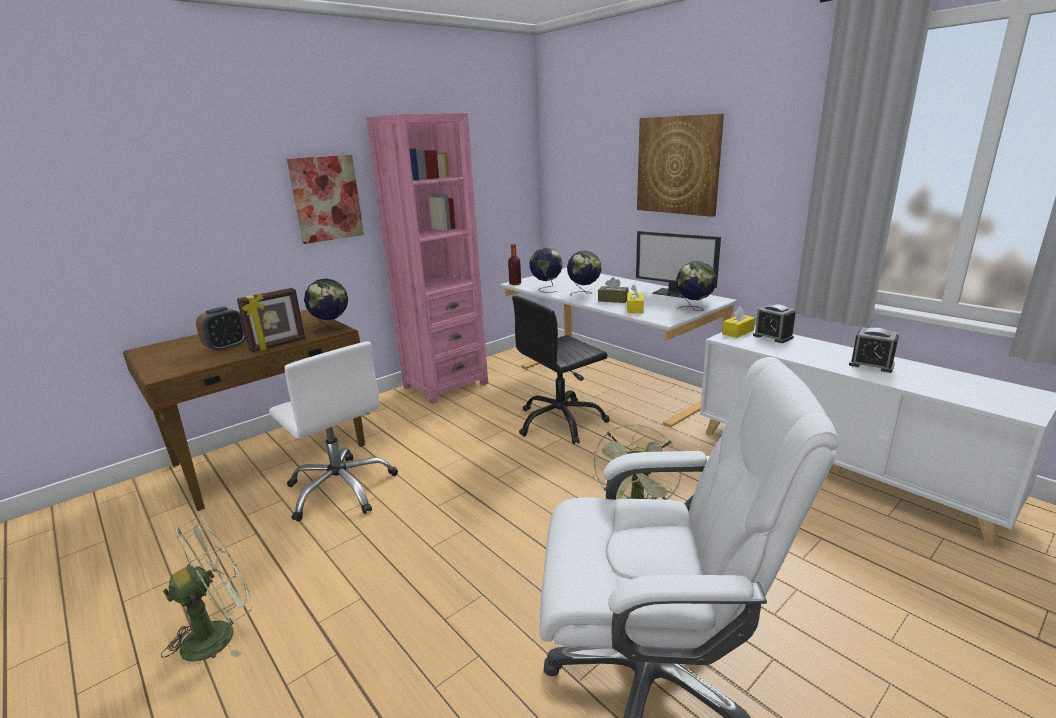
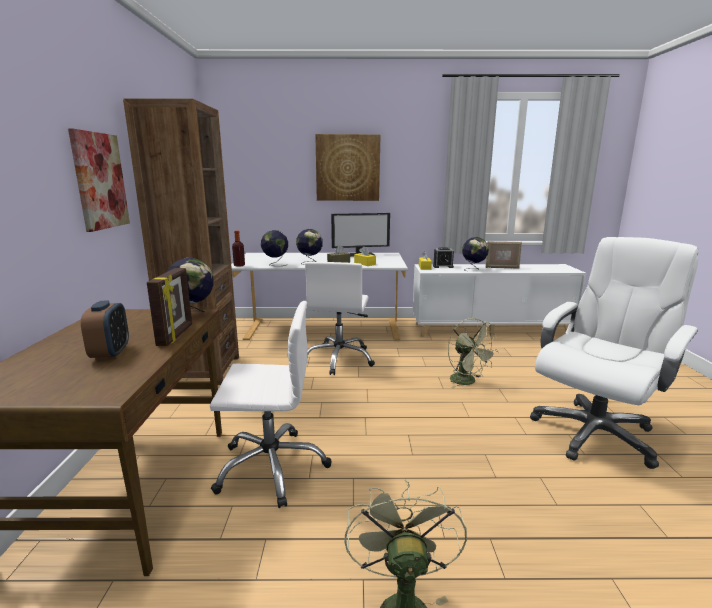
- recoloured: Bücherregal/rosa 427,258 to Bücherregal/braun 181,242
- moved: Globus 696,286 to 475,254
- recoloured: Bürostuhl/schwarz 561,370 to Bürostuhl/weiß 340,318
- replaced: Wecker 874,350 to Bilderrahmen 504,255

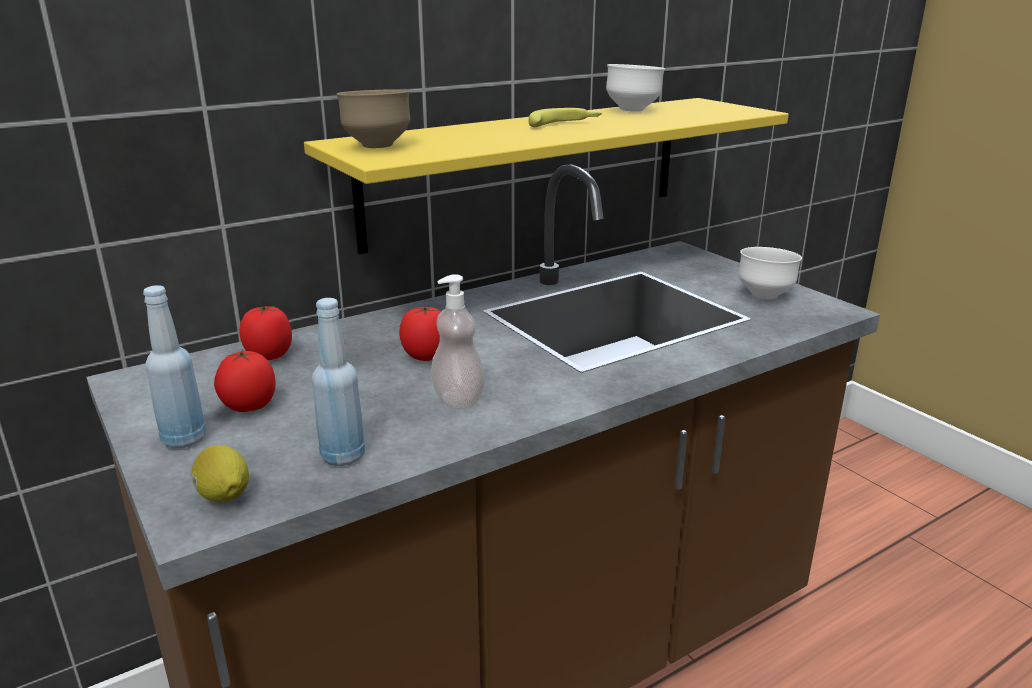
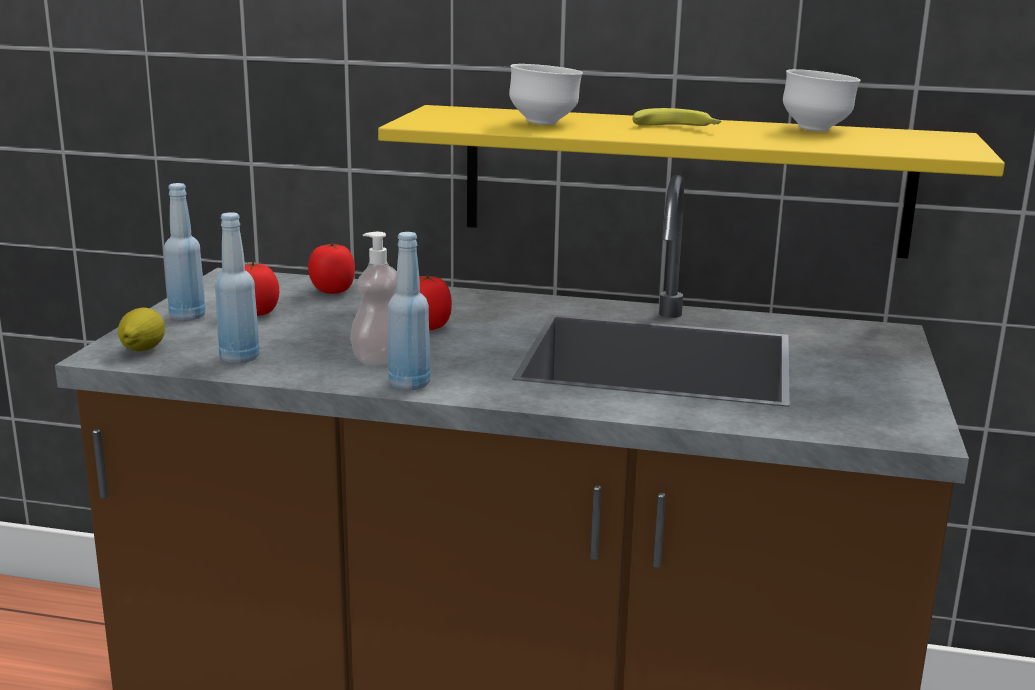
- removed: Schüssel/braun 373,119
- moved: Schüssel/weiß 770,273 to 546,94
- added: Flasche/blau 409,311

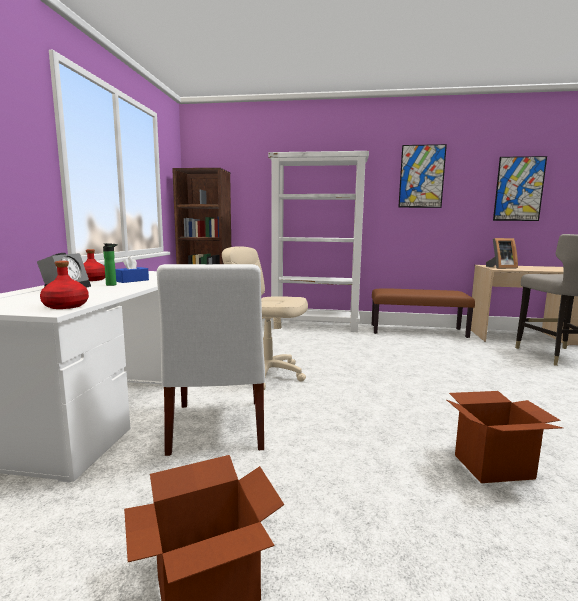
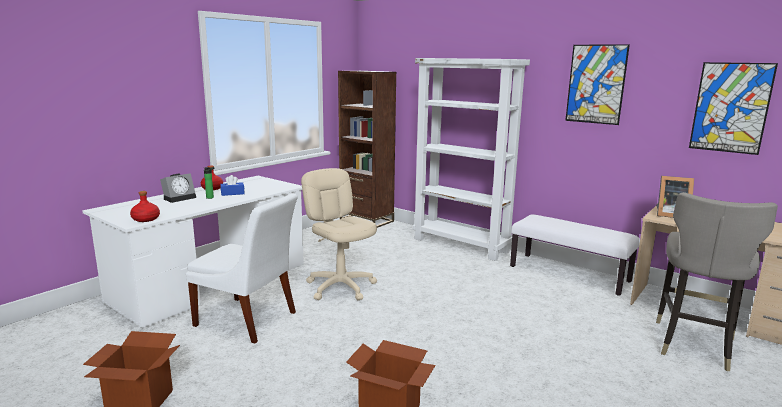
- turned: Stuhl/weiß 211,360 = 241,268 90 degrees counterclockwise
- recoloured: Bank/braun 423,313 to Bank/weiß 575,255

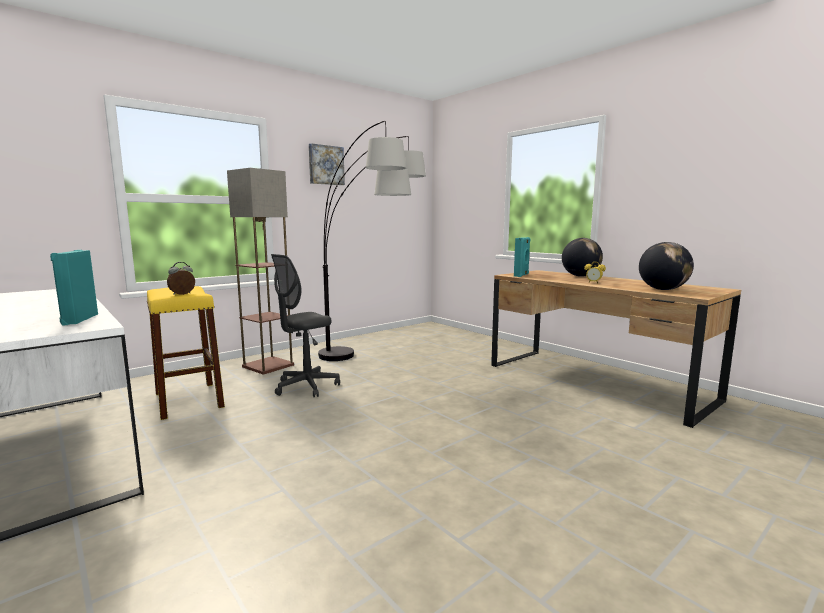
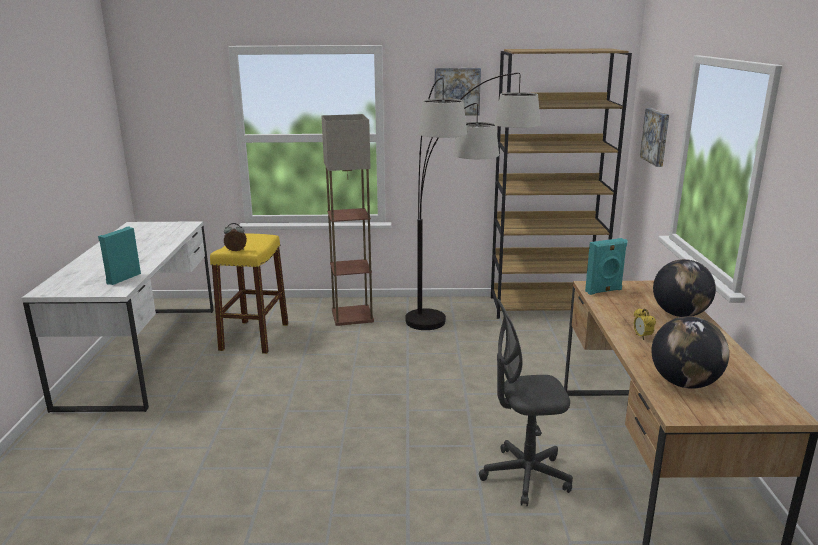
- moved: Bürostuhl/grau 305,325 to 526,402
- added: Bücherregal/braun 561,183
- added: Bild 654,137

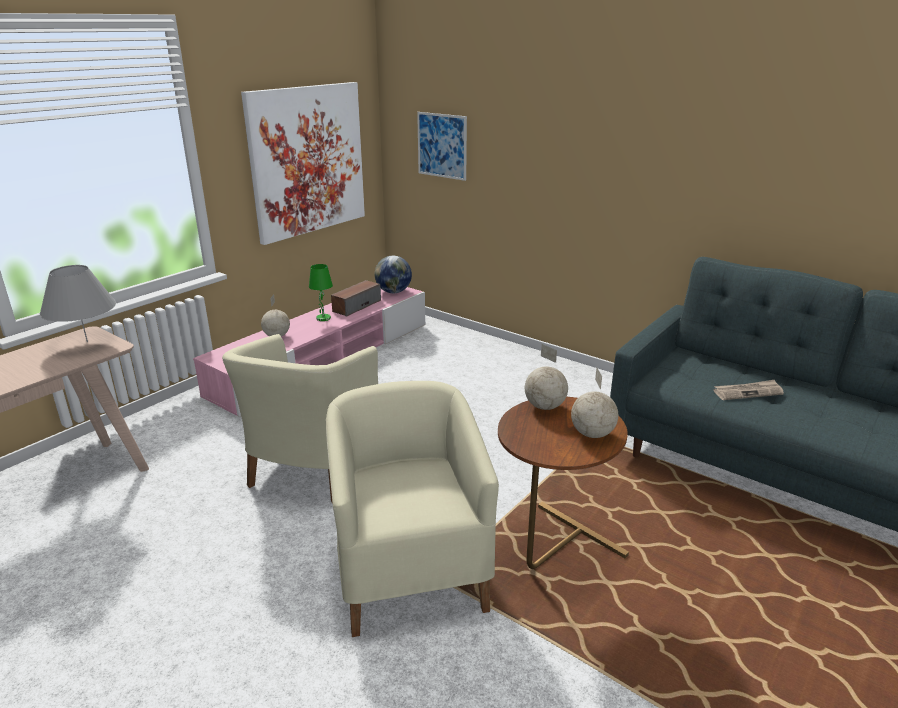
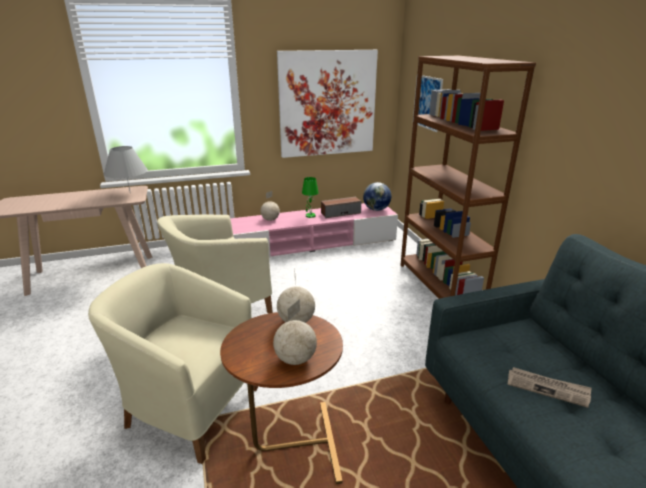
- turned: Sessel/beige 412,509 = 173,363 90 degrees counterclockwise
- added: Bücherregal/braun 468,177

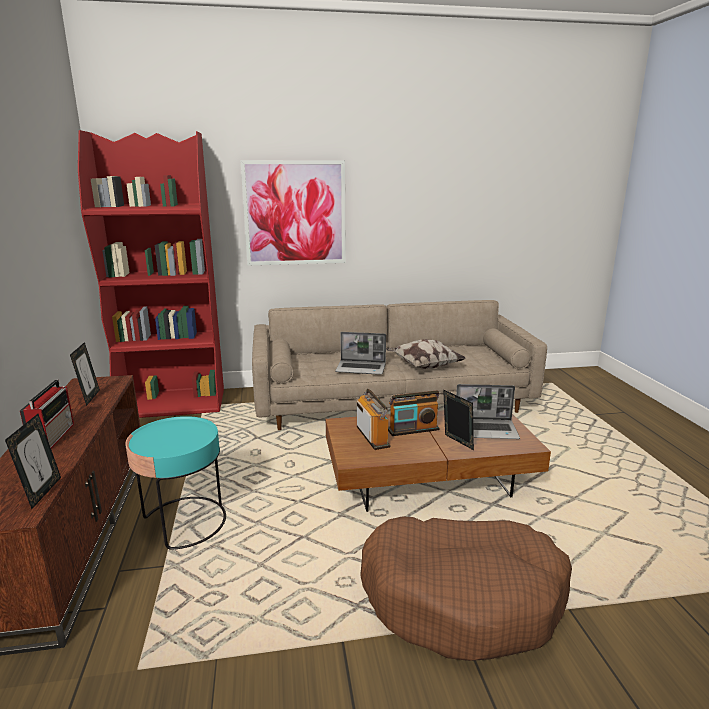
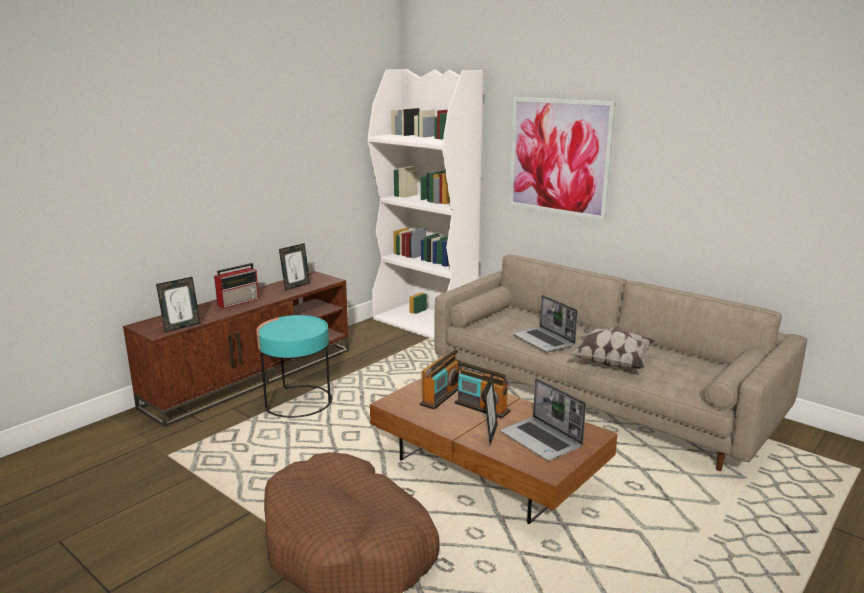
- recoloured: Bücherregal/rot 151,274 to Bücherregal/weiß 426,204

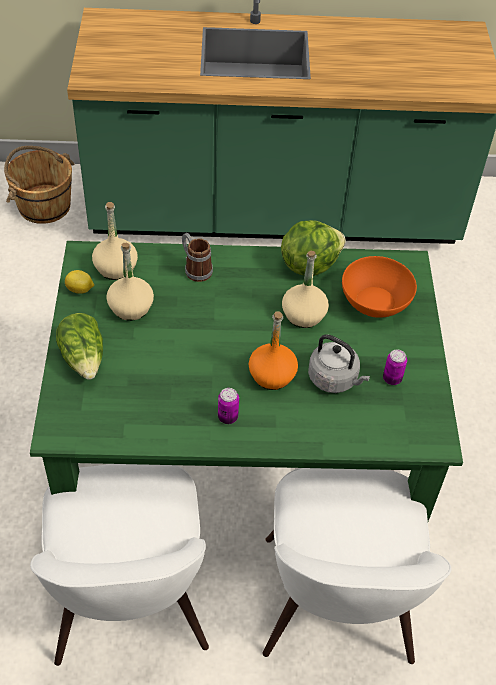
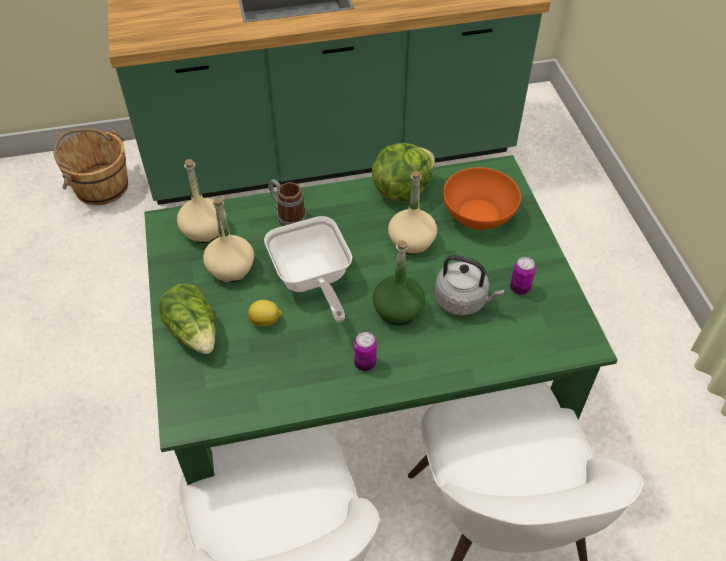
- moved: Zitrone 79,282 to 265,313
- recoloured: Flasche/orange 273,350 to Flasche/grün 399,282
- added: Pfanne 308,269

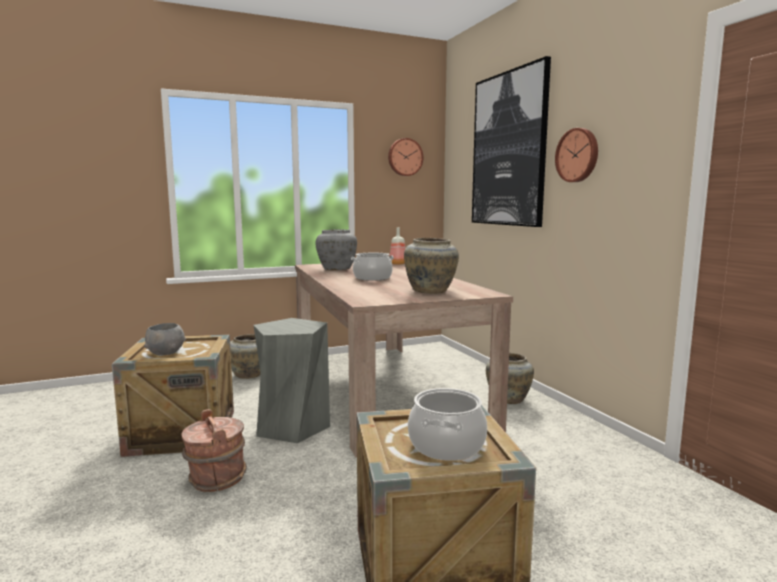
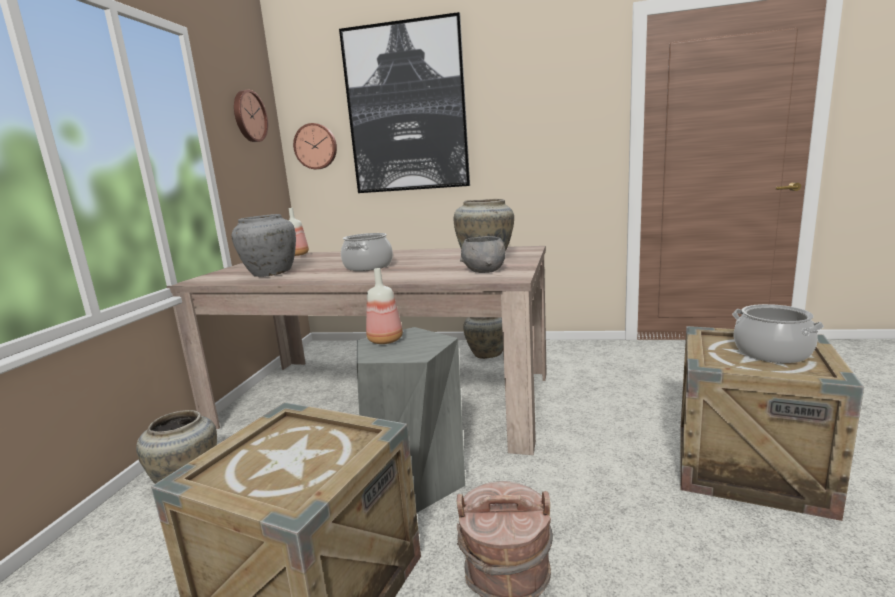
- moved: Wanduhr 576,155 to 315,146
- moved: Schüssel/grau 165,339 to 483,254
- added: Flasche 384,306

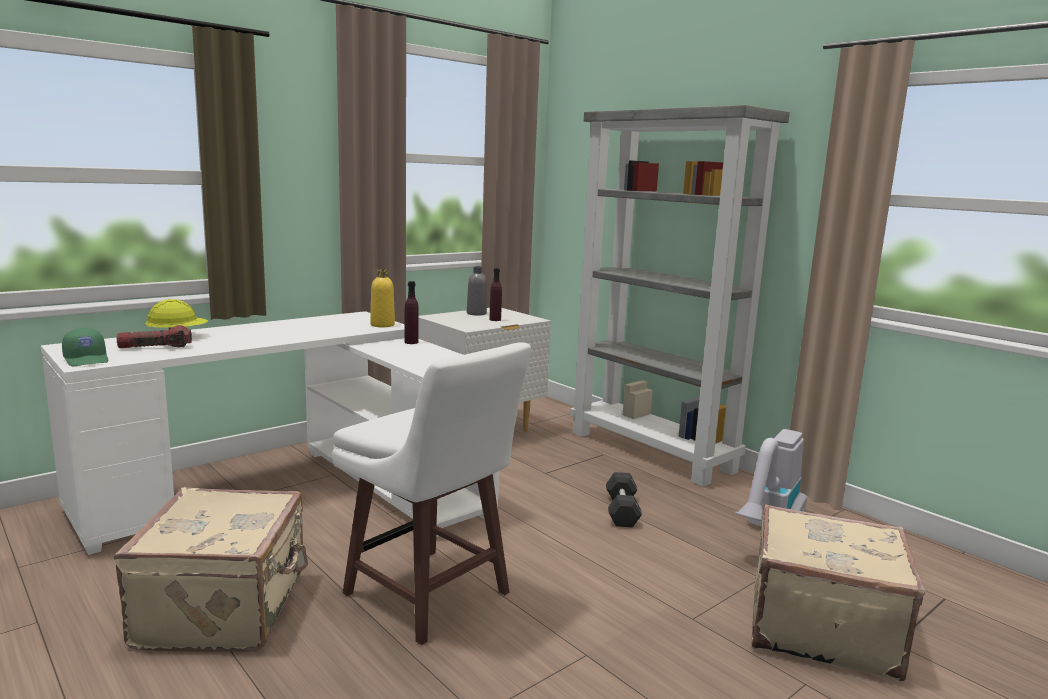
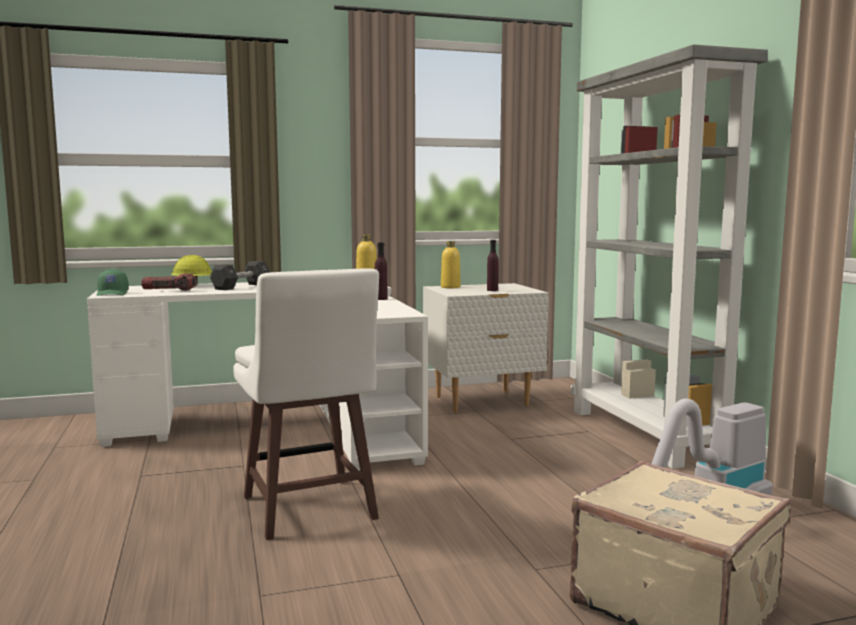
- removed: Flasche/grau 477,291
- moved: Hantel/schwarz 624,500 to 240,275
- removed: Koffer/beige 211,569
- added: Flasche/gelb 451,264

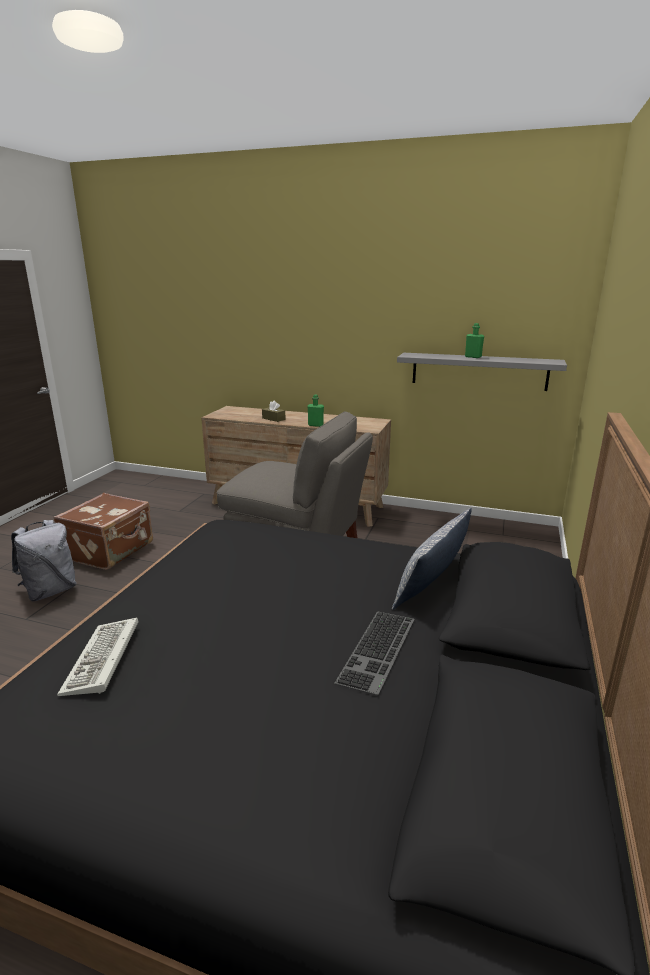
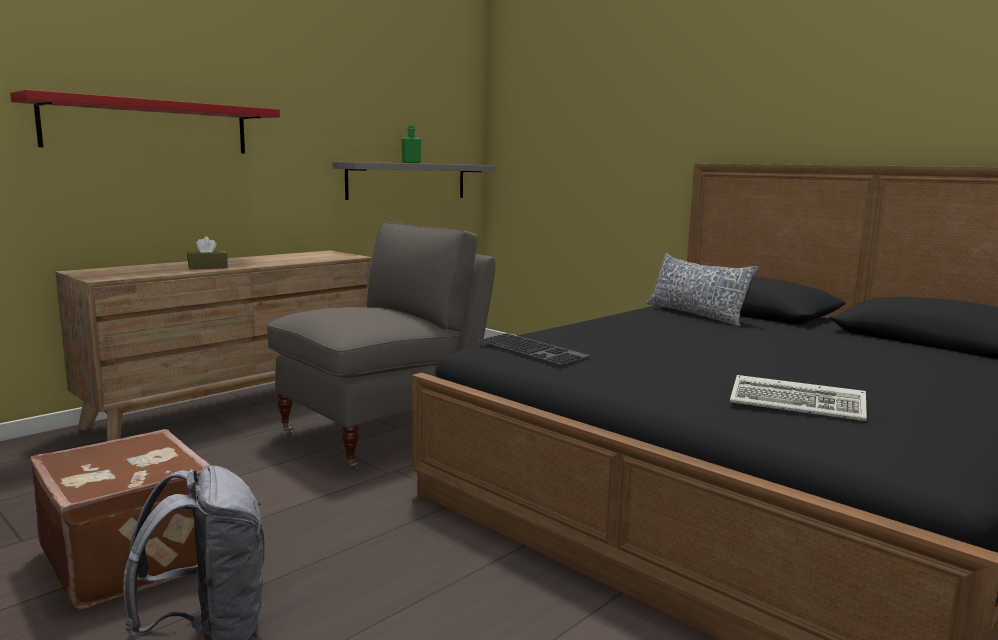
- removed: Flasche/grün 315,410
- moved: Tastatur 374,653 to 534,349
- added: Wandregal/rot 145,121

